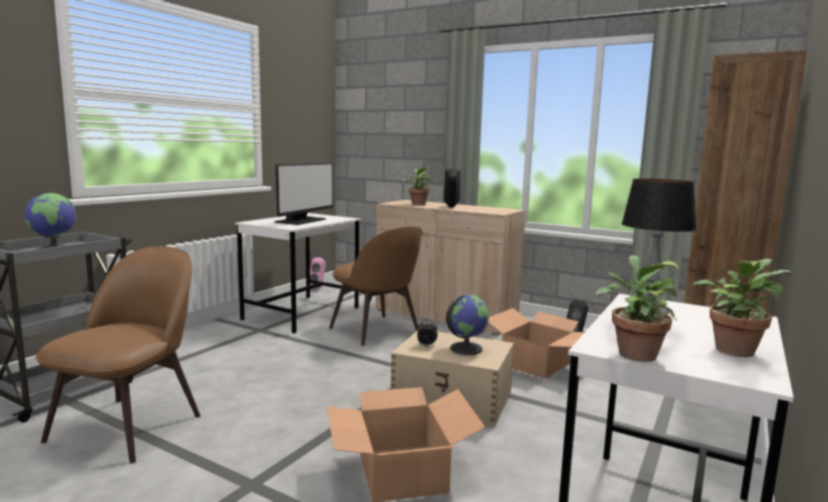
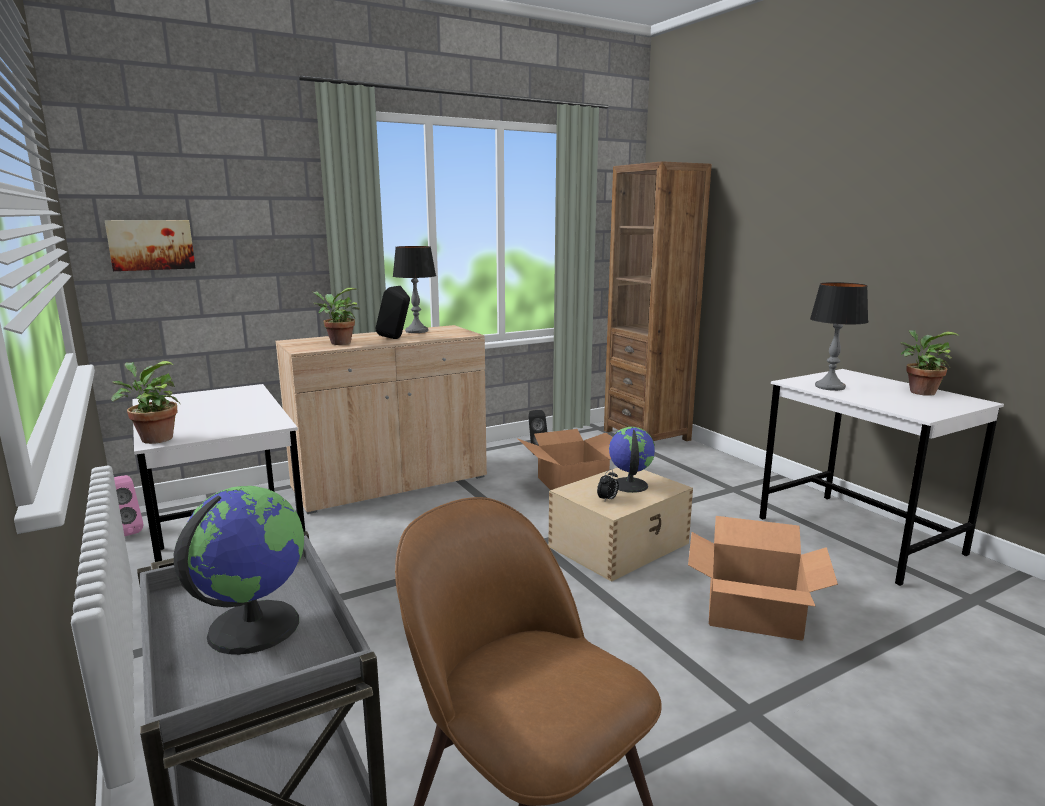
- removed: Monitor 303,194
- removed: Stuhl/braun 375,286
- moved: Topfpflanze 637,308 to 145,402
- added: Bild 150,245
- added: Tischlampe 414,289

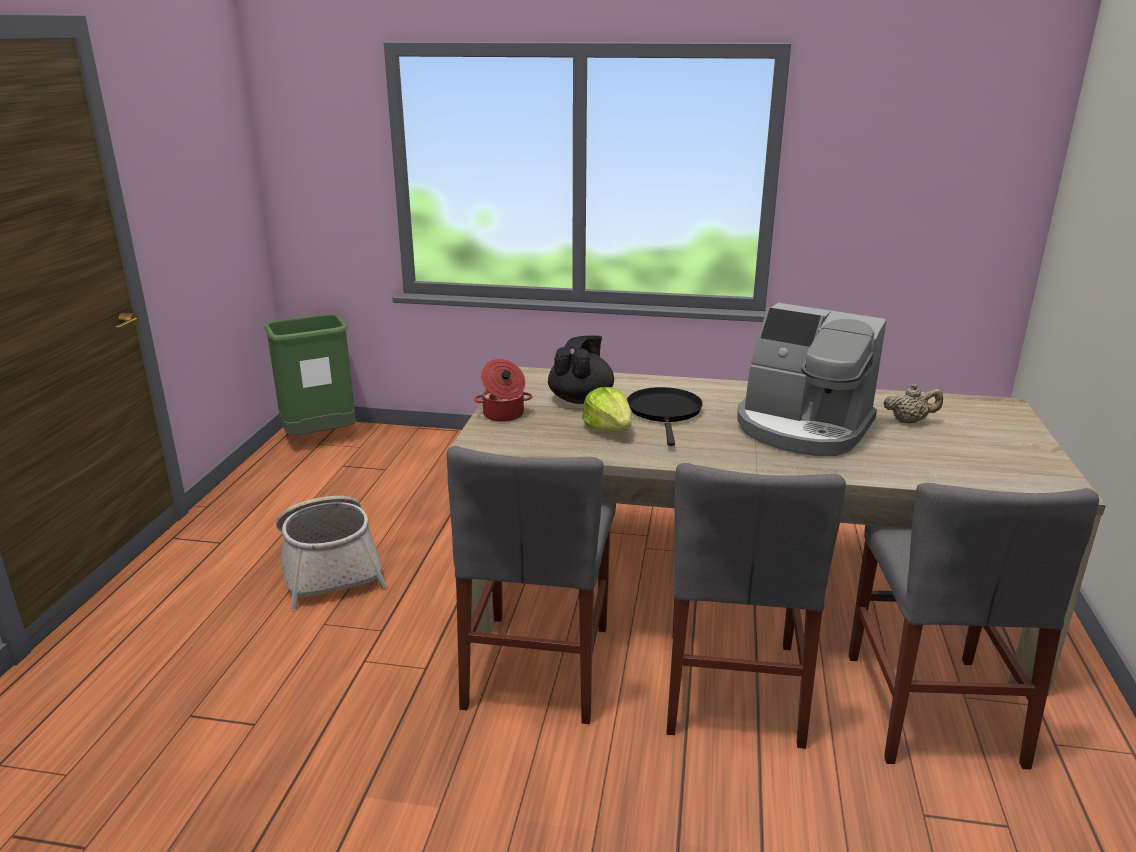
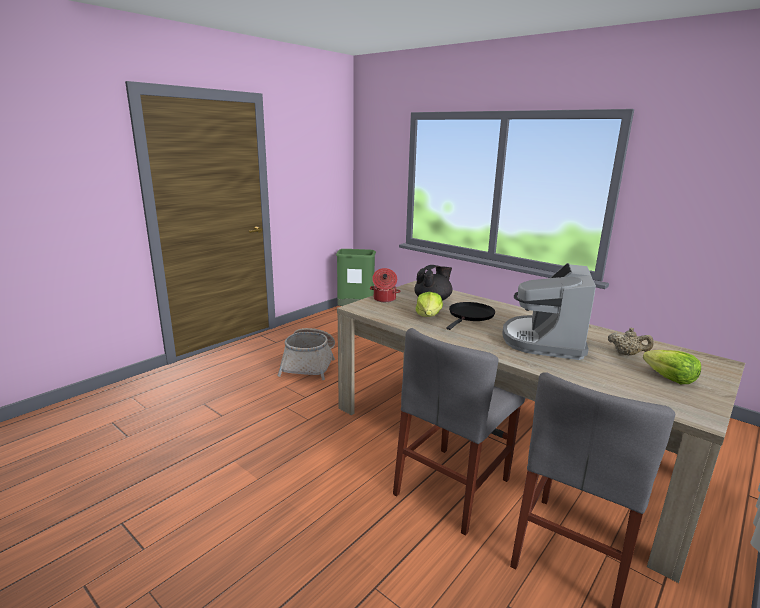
- turned: Kaffeemaschine 812,379 = 549,311 45 degrees clockwise
- removed: Stuhl/grau 531,585
- added: Salatkopf 672,367

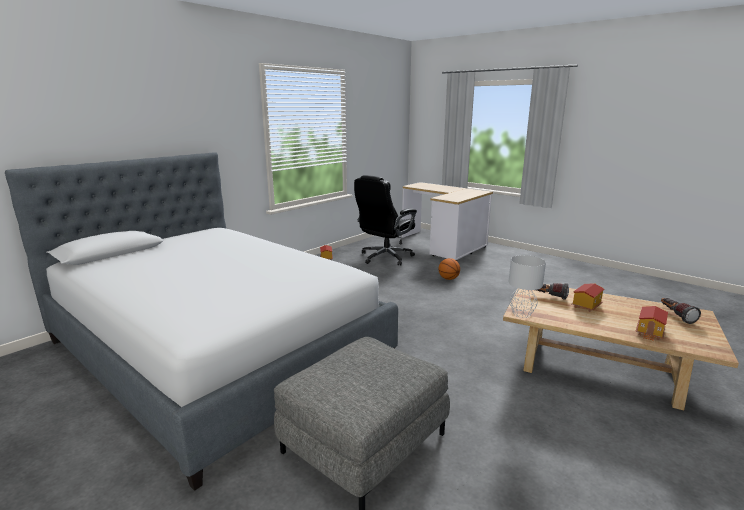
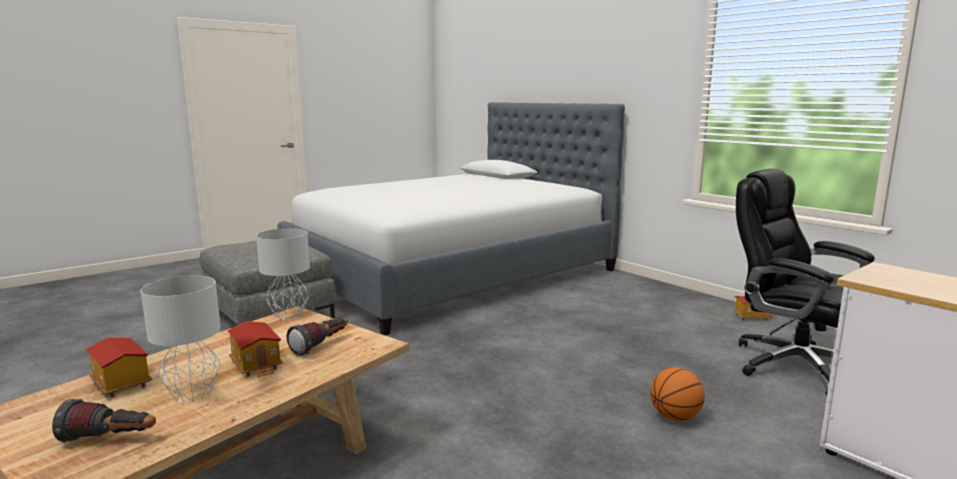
- added: Tischlampe/grau 181,339

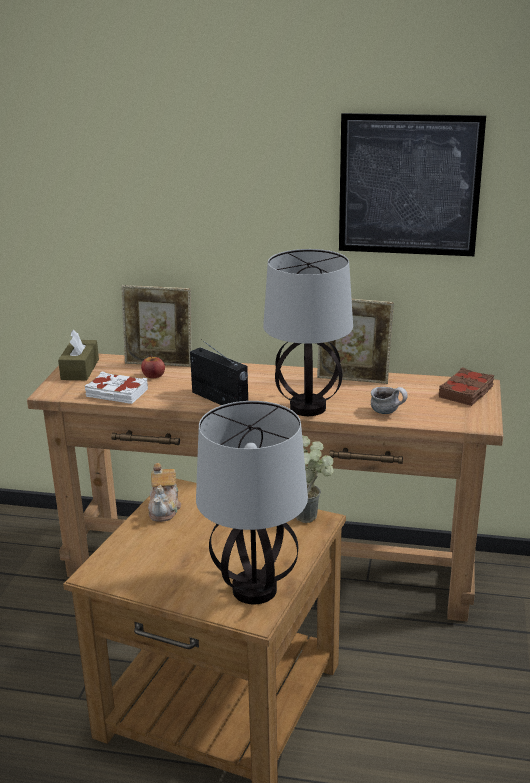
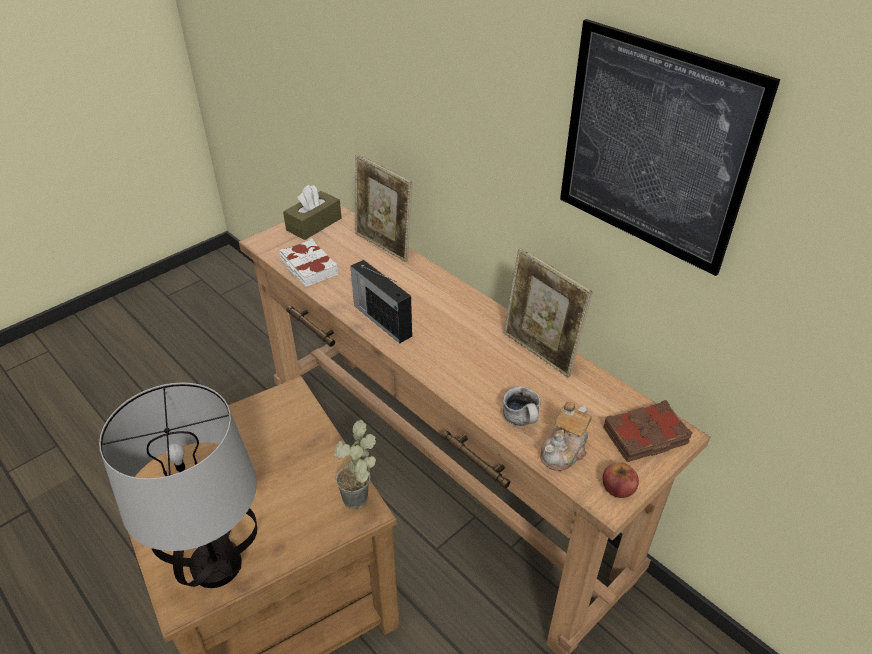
- removed: Tischlampe 308,332
- turned: Radio 219,372 = 381,302 150 degrees clockwise
- moved: Apfel 153,366 to 621,480
- moved: Teekanne 164,492 to 566,436

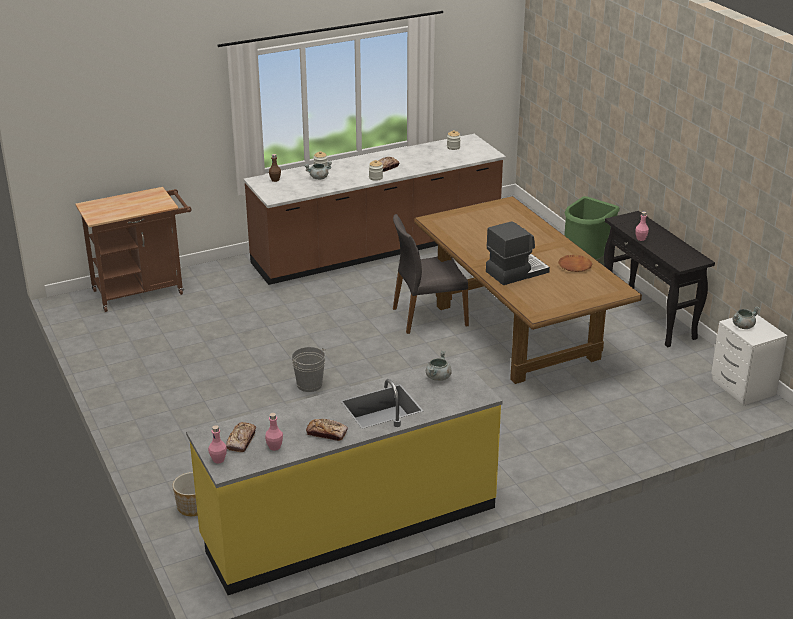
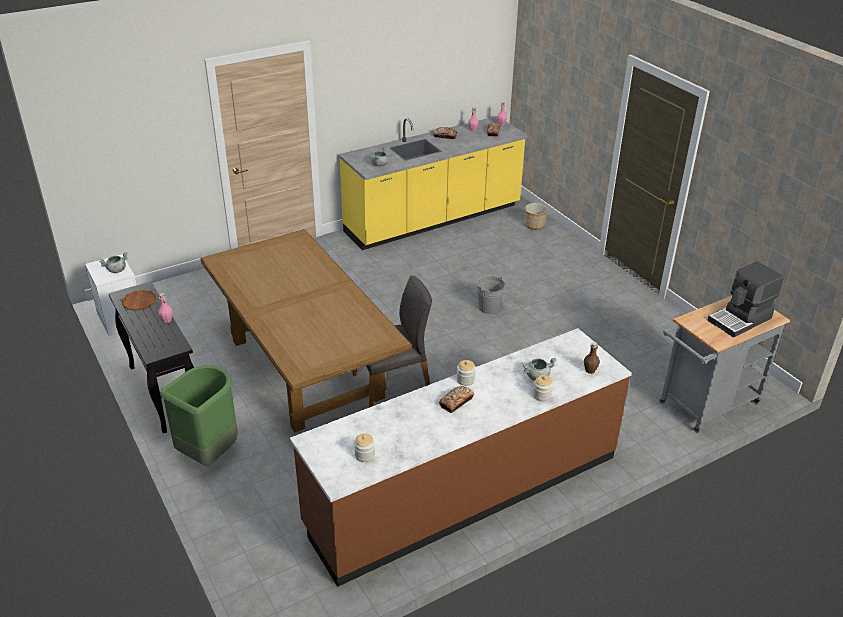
- recoloured: Rollwagen/braun 133,249 to Rollwagen/grau 724,364
- moved: Kaffeemaschine 518,253 to 745,299
- moved: Teller/braun 575,263 to 139,300

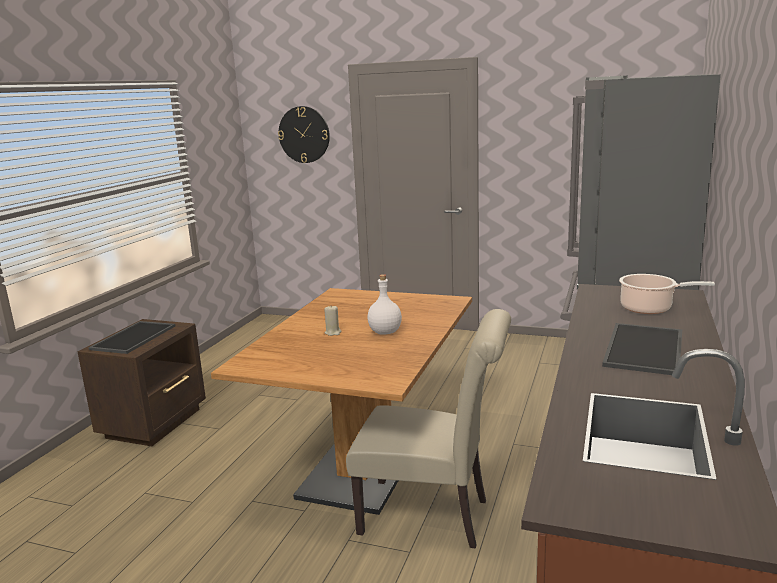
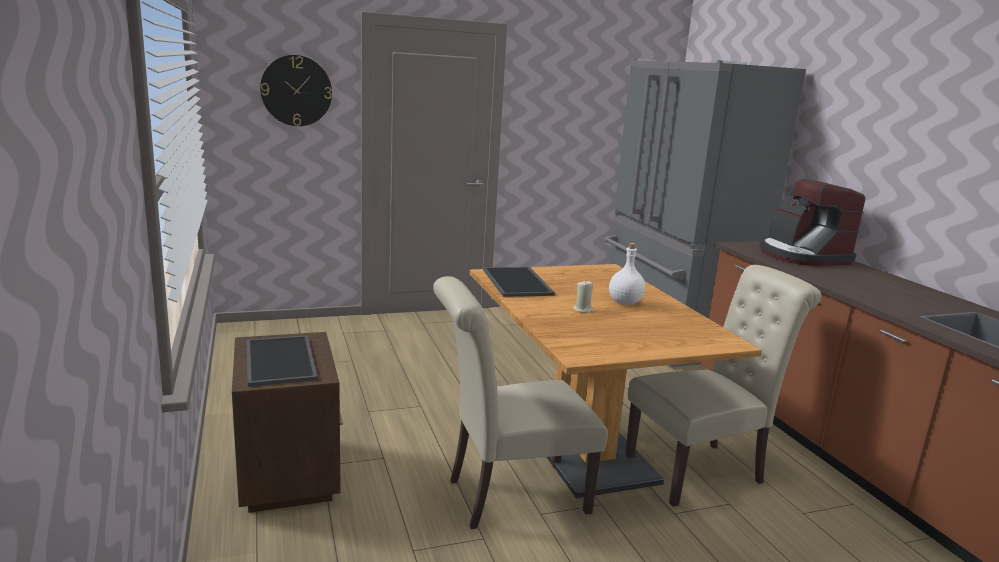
- replaced: Kochtopf 667,294 to Kaffeemaschine 812,222
- moved: Tablett 642,349 to 519,282
- added: Stuhl/beige 520,402

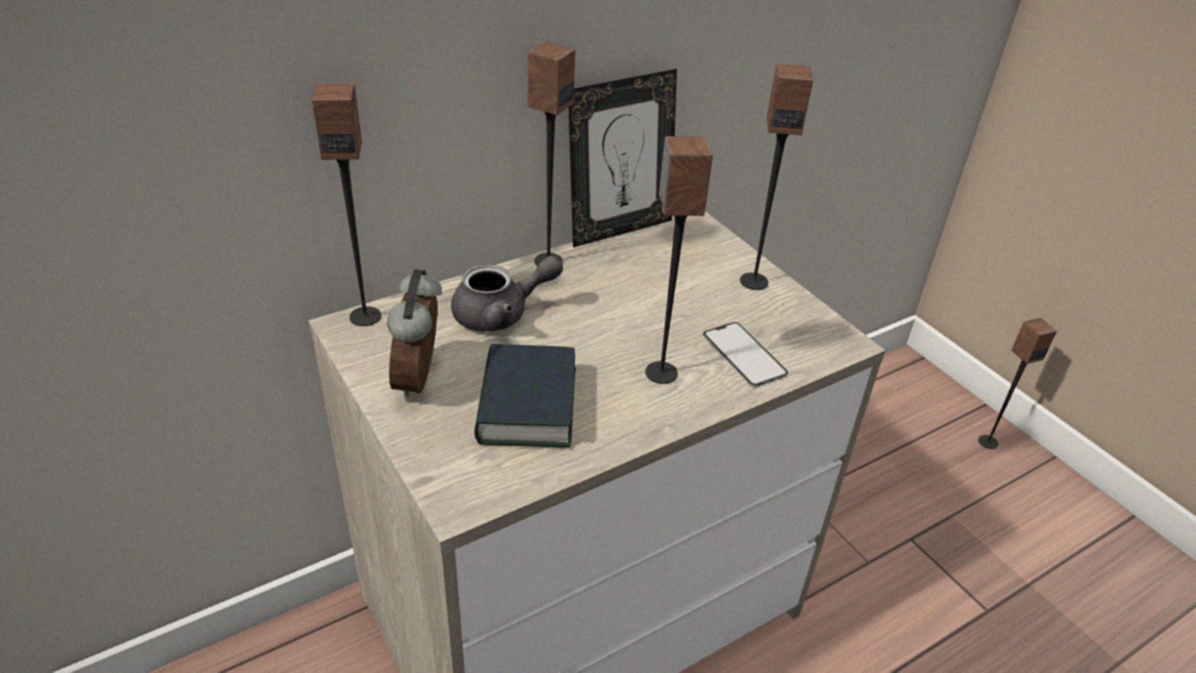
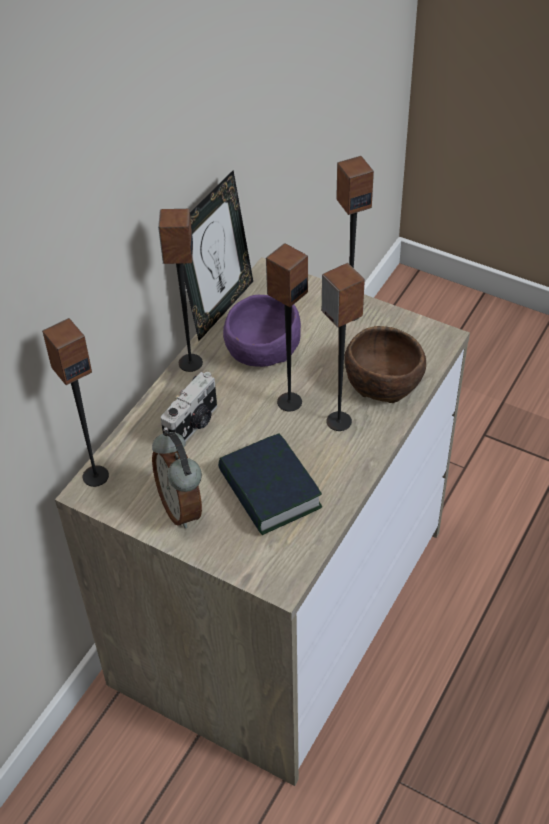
- replaced: Teekanne/grau 507,294 to Kamera 189,407
- moved: Lautsprecher 1017,383 to 287,327
- replaced: Handy 745,354 to Schüssel/braun 385,364
- added: Schüssel/lila 262,331

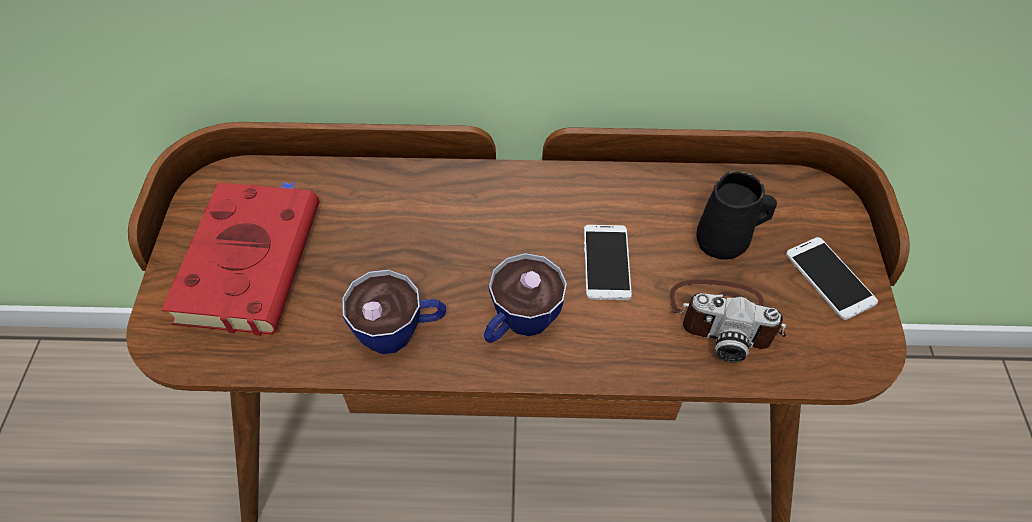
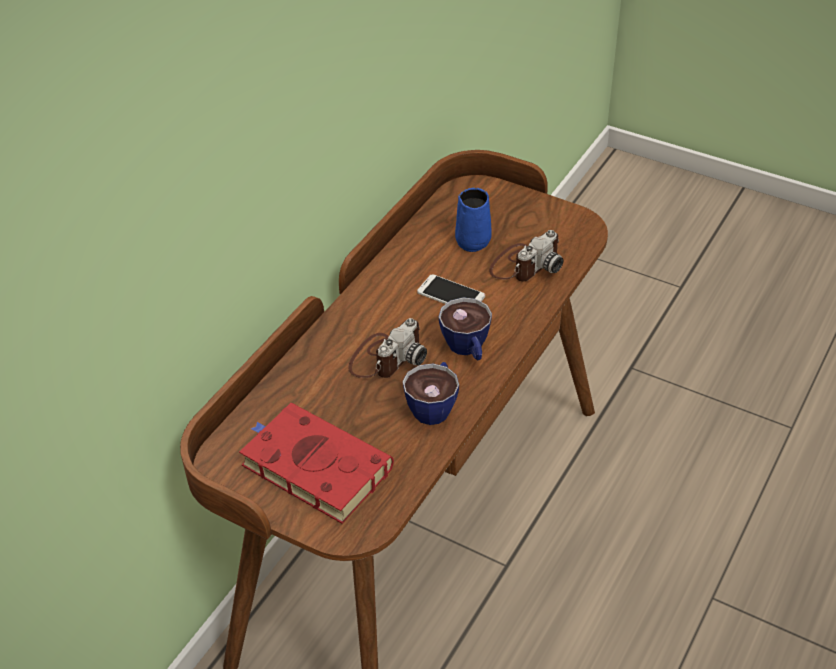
- recoloured: Henkelbecher/schwarz 736,215 to Henkelbecher/blau 473,220
- removed: Handy 832,278
- added: Kamera 388,348

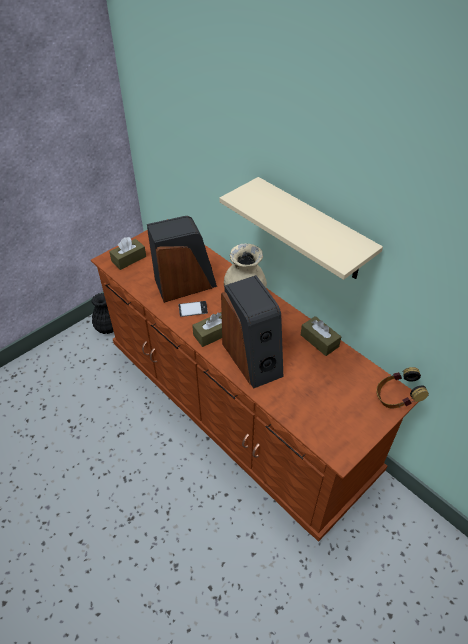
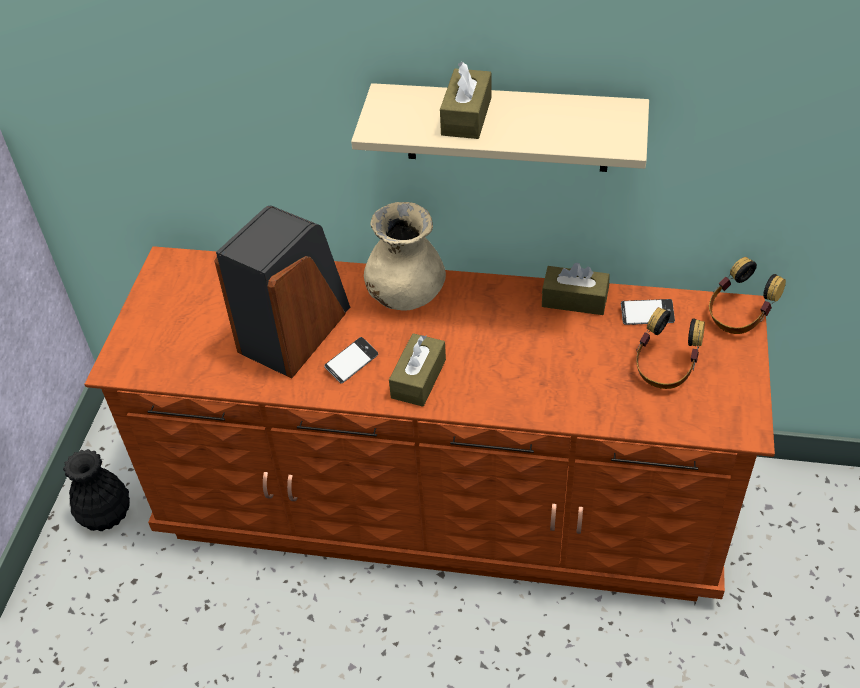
- moved: Taschentuchbox/braun 127,253 to 465,100
- removed: Lautsprecher 252,332
- added: Handy 648,312
- added: Kopfhörer 670,348

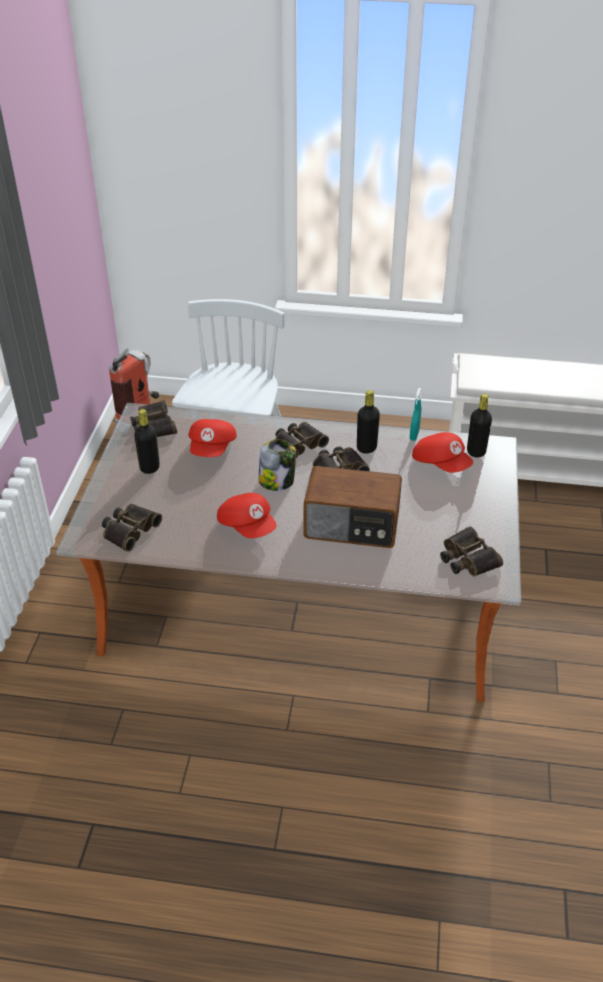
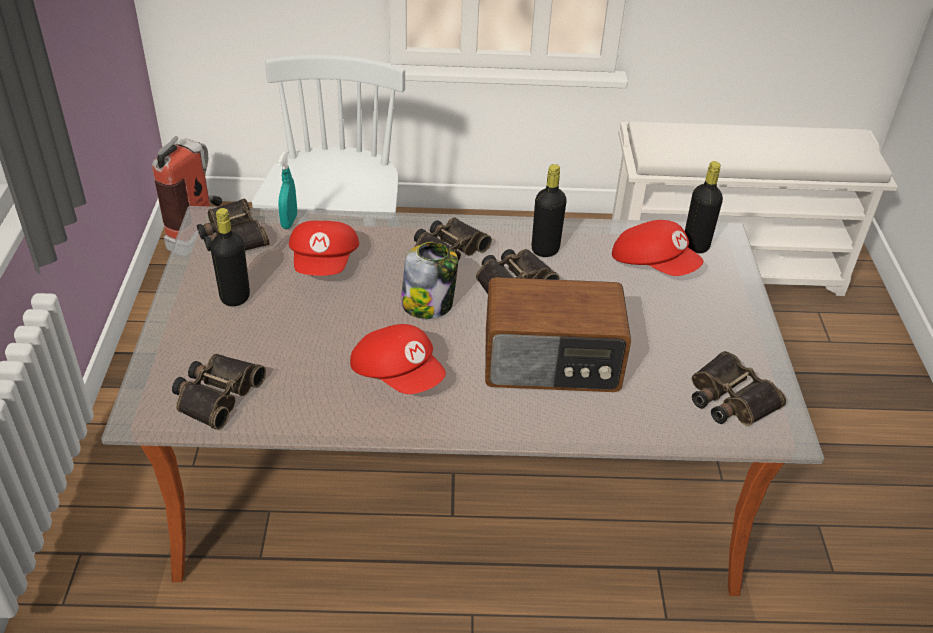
- moved: Sprühflasche/türkis 416,414 to 287,190

